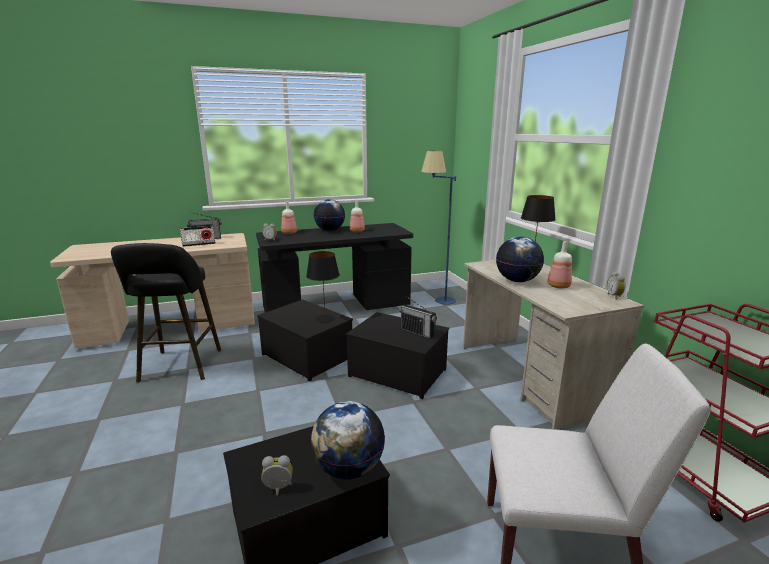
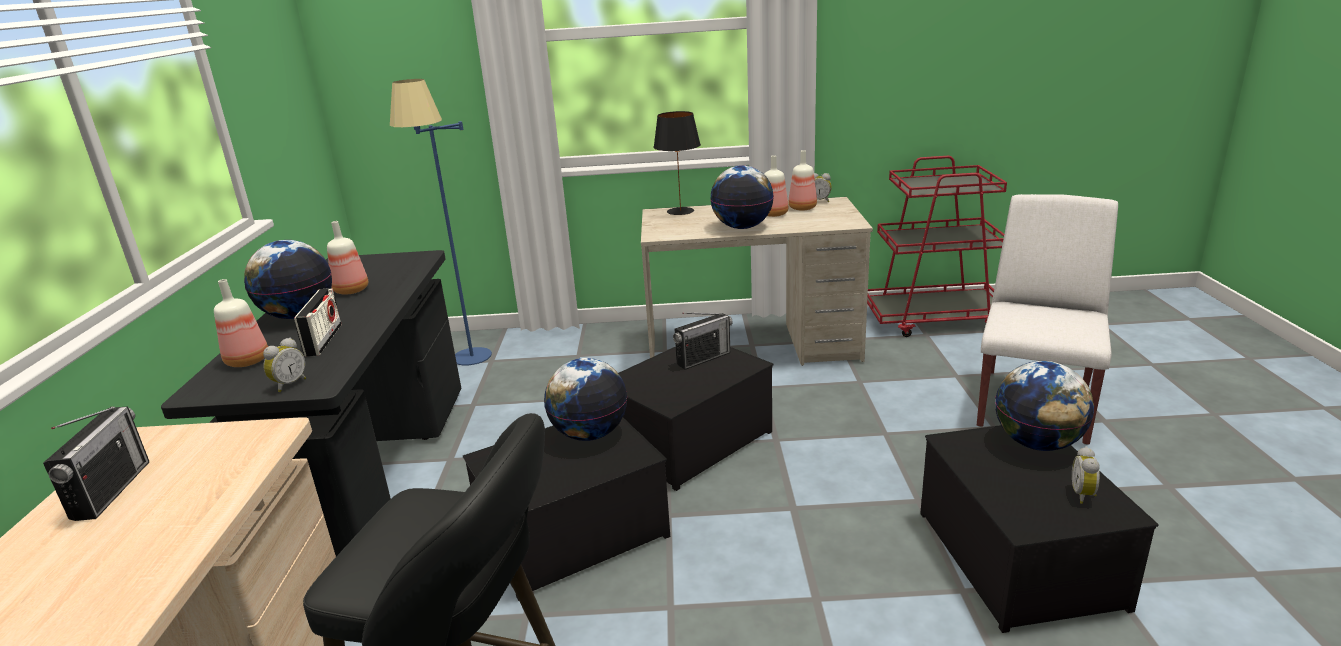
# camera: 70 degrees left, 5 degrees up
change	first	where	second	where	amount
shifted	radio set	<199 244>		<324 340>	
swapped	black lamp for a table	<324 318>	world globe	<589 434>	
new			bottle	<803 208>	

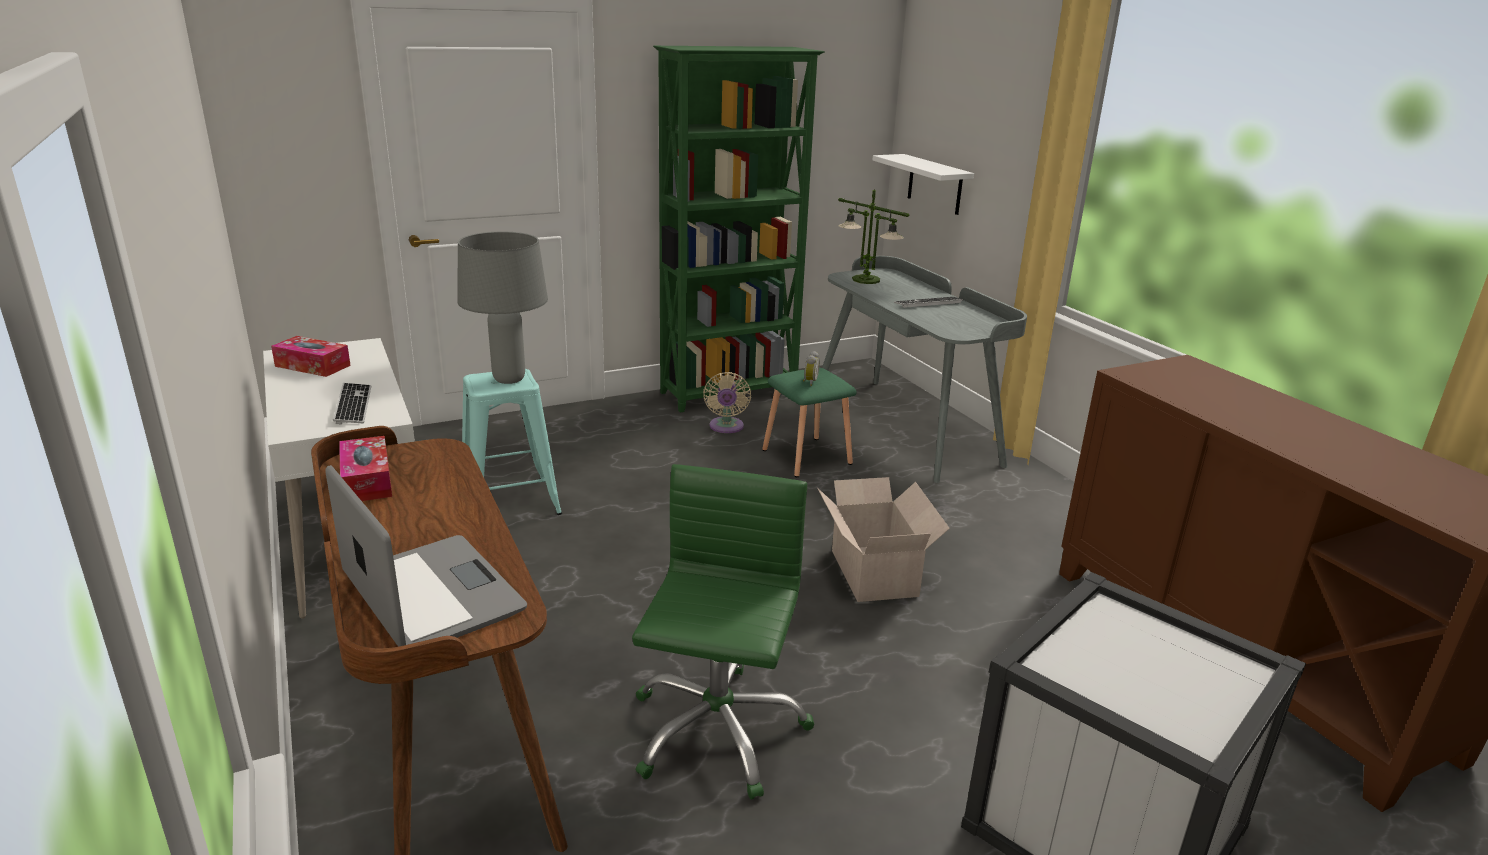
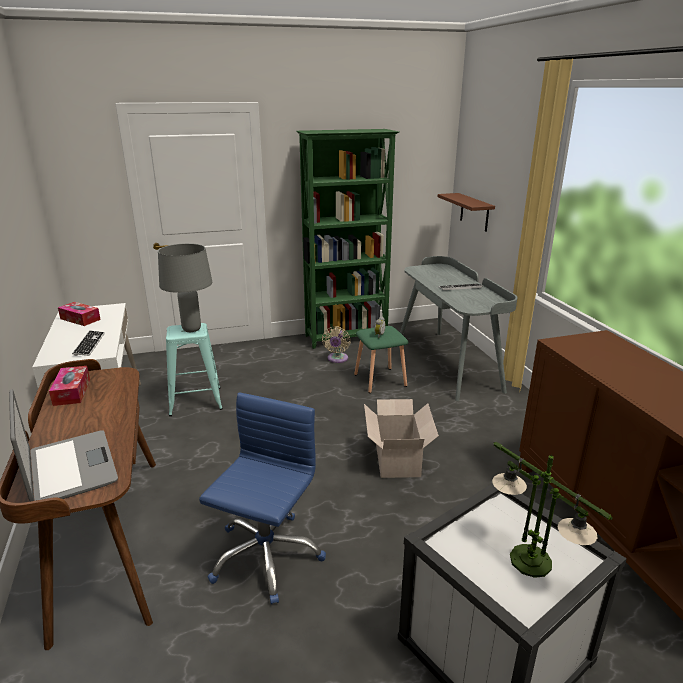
# camera: 10 degrees right, 0 degrees up
change	first	where	second	where	amount
repainted	green desk chair	<716 730>	bluish desk chair	<266 555>	
shifted	lamp for a table	<865 279>		<529 560>	
repainted	white wall shelf	<935 184>	brown-coloured wall shelf	<474 212>	

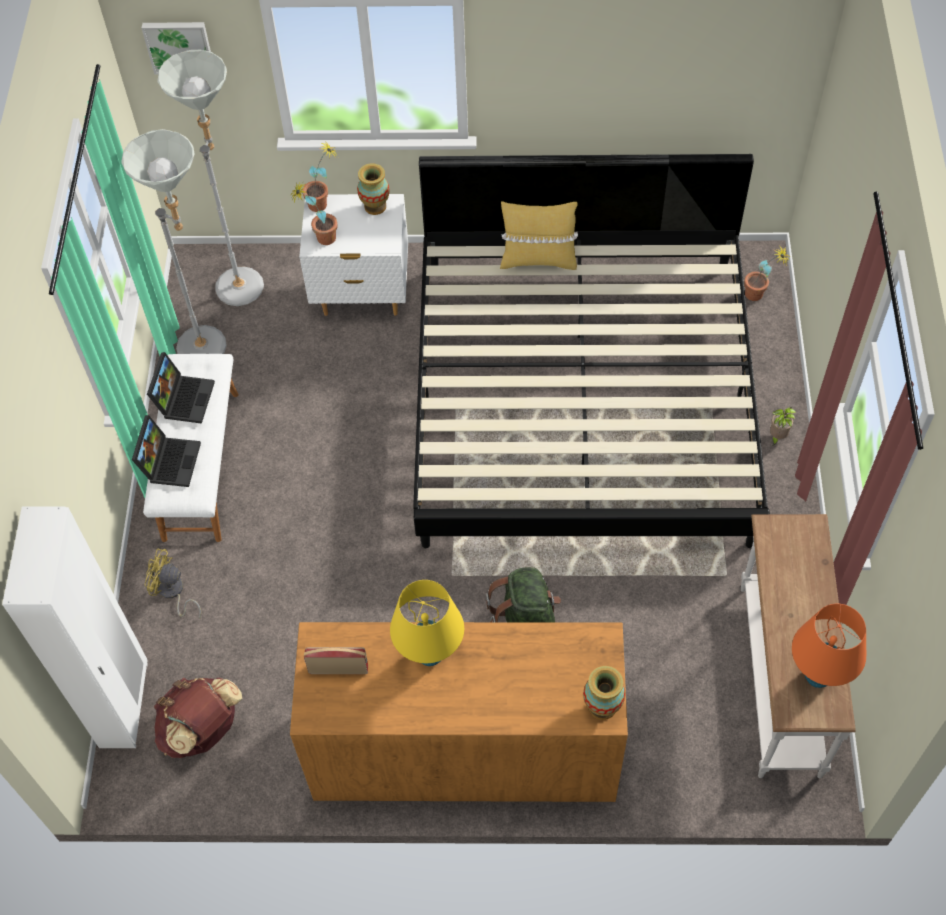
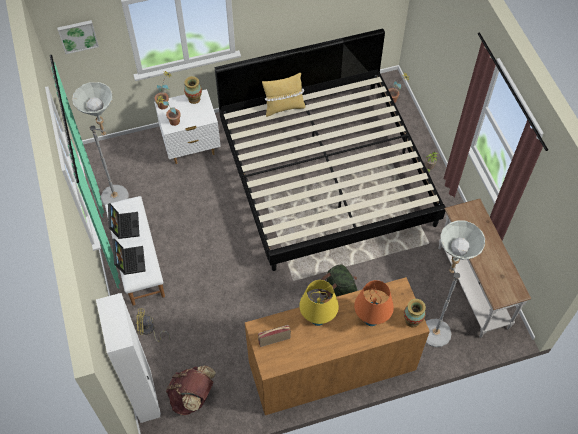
# camera: 20 degrees left, 0 degrees up
change	first	where	second	where	amount
shifted	grey standing lamp	<241 279>		<433 327>	
shifted	orange lamp for a table	<817 676>		<371 320>	

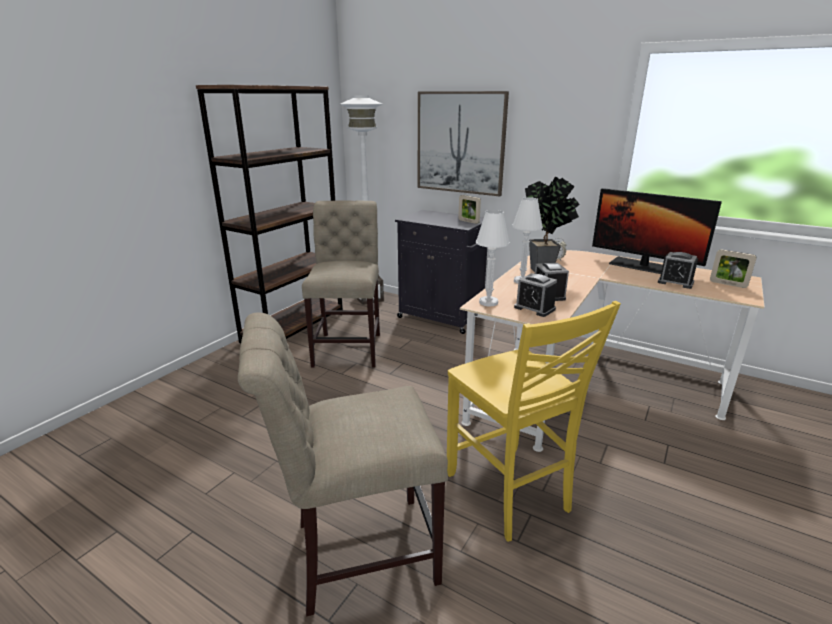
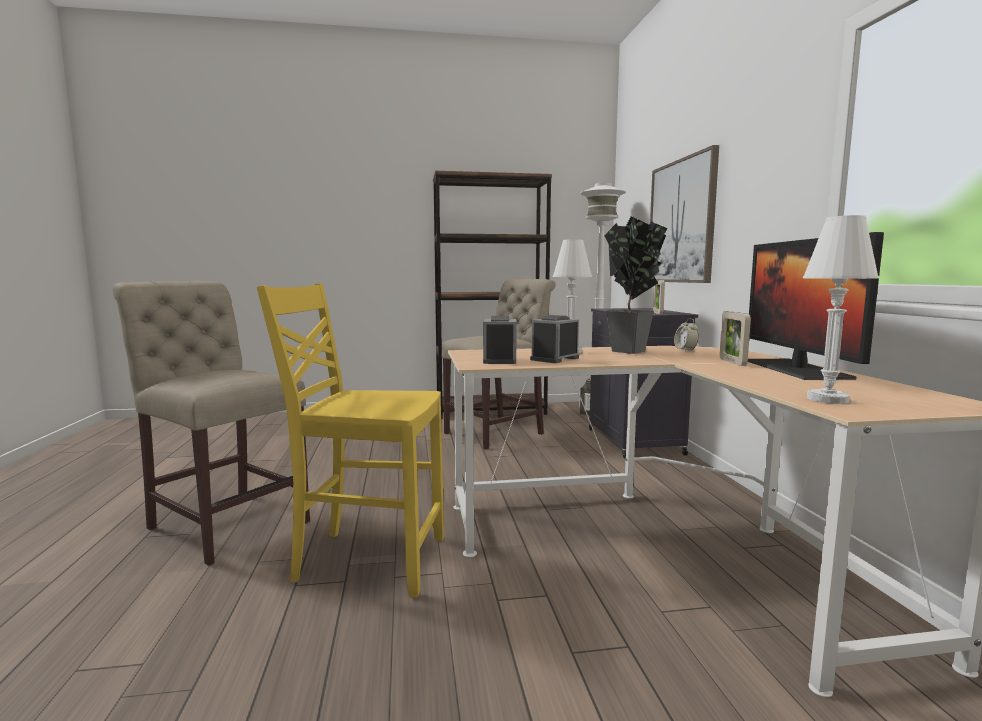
# camera: 50 degrees right, 15 degrees down
change	first	where	second	where	amount
rotated	yellow upright chair	<509 493>		<368 560>	75 degrees clockwise
shifted	white lamp for a table	<488 302>		<827 399>	
gone	table clock	<675 282>			
shifted	picture frame	<728 284>		<732 362>	

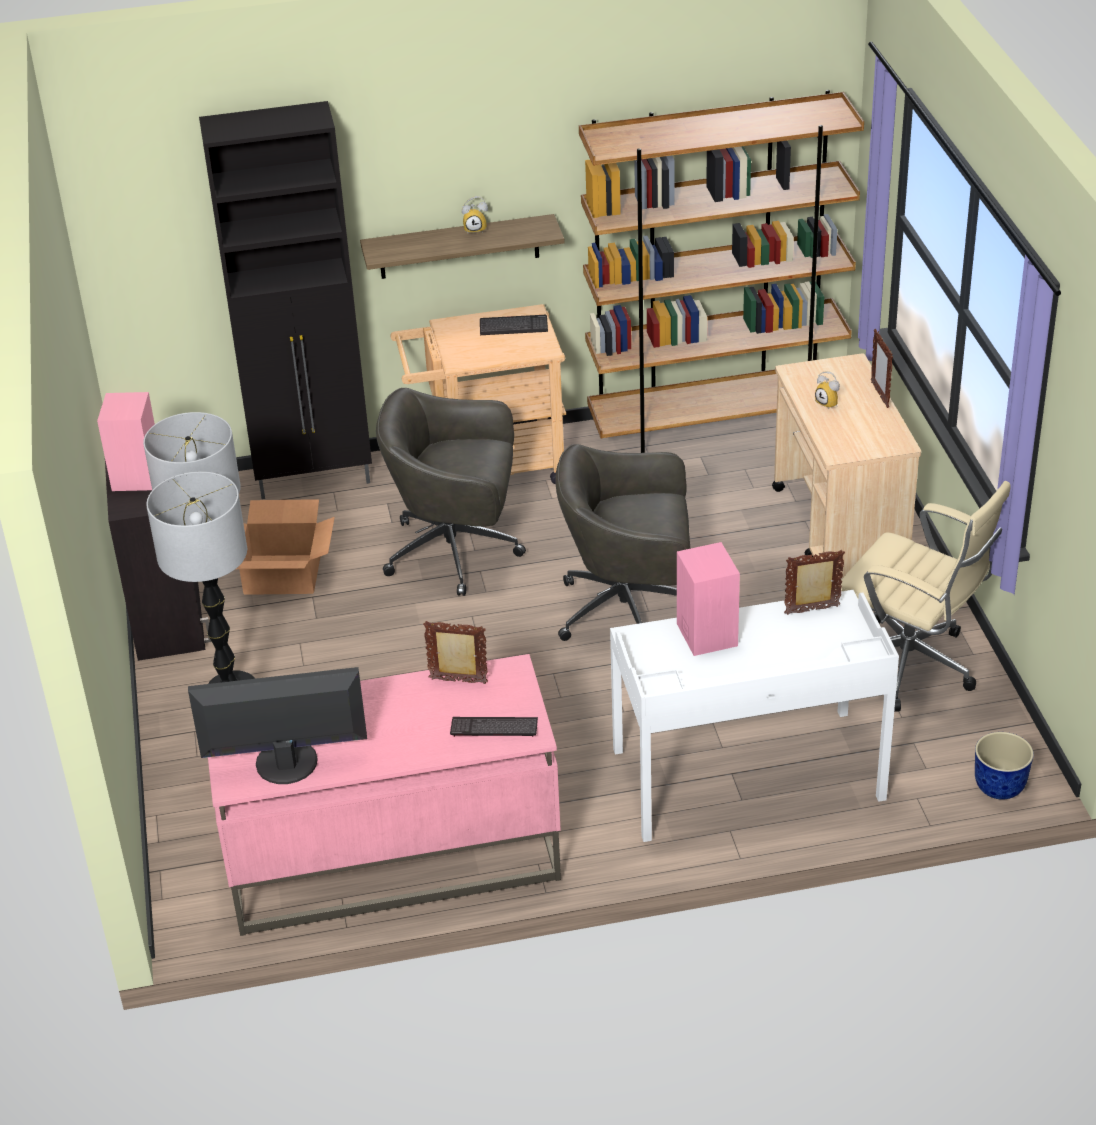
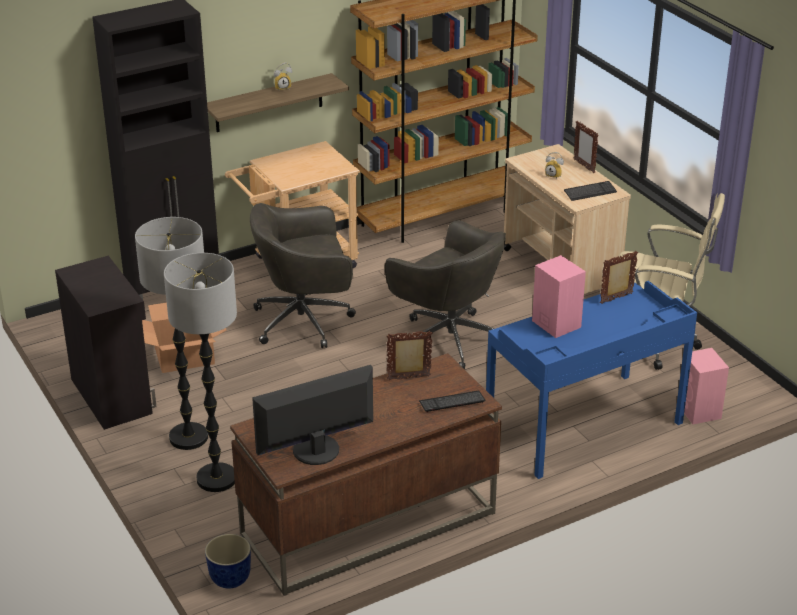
# camera: 20 degrees left, 5 degrees down
change	first	where	second	where	amount
shifted	pink audio speaker	<136 477>		<699 412>	
repainted	pink desk table	<391 860>	brown-coloured desk table	<367 524>	
shifted	PC keyboard	<513 327>		<590 192>	
rotated	grey desk chair	<630 611>		<448 338>	120 degrees counterclockwise
repainted	white desk table	<748 775>	bluish desk table	<584 425>	
shifted	flower pot	<999 788>		<230 579>	

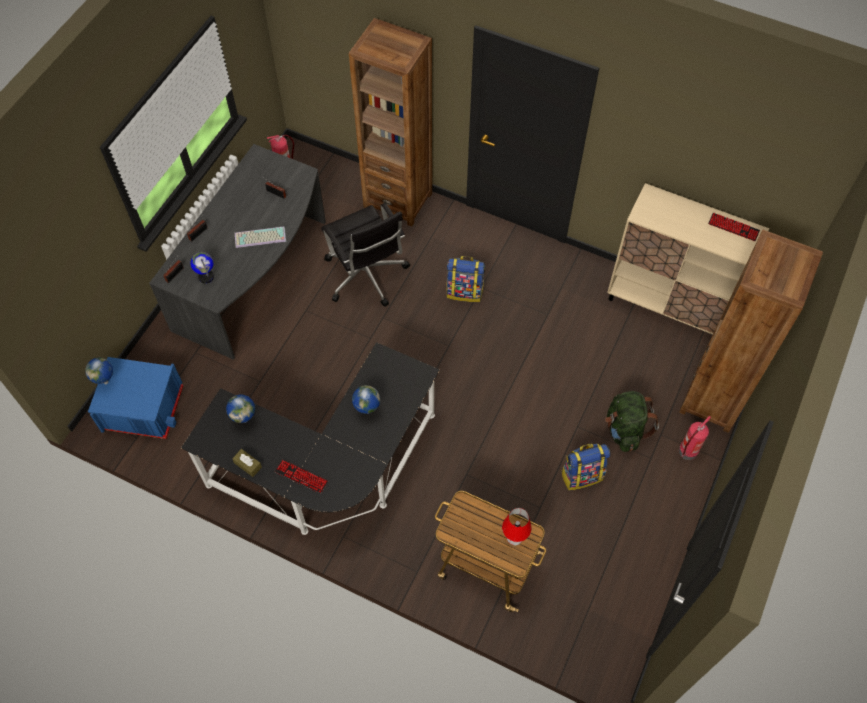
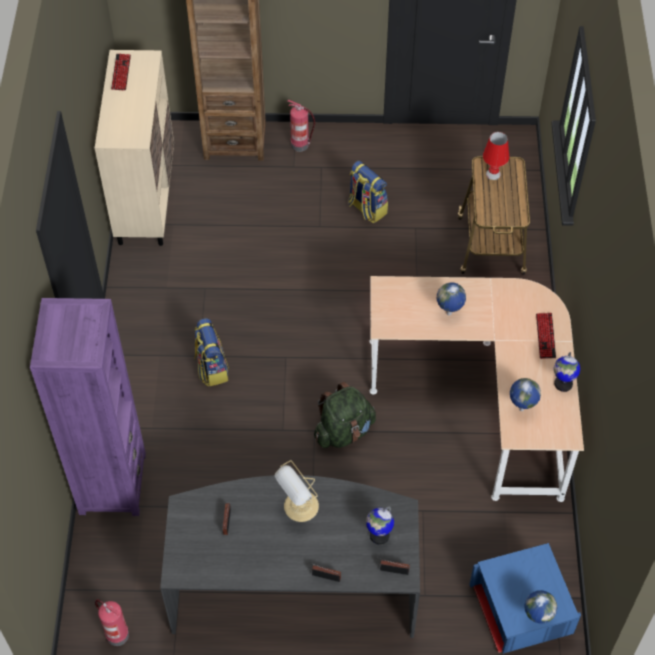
# camera: 115 degrees left, 5 degrees down
change	first	where	second	where	amount
repainted	black desk table	<330 473>	beige desk table	<482 399>	
swapped	brown-coloured box of tissues	<248 465>	world globe	<563 384>	
swapped	PC keyboard	<259 238>	lamp for a table	<299 507>	
gone	black desk chair	<366 276>			
repainted	brown-coloured bookshelf	<398 200>	purple-coloured bookshelf	<112 483>	
shifted	green rucksack	<624 430>		<344 431>	

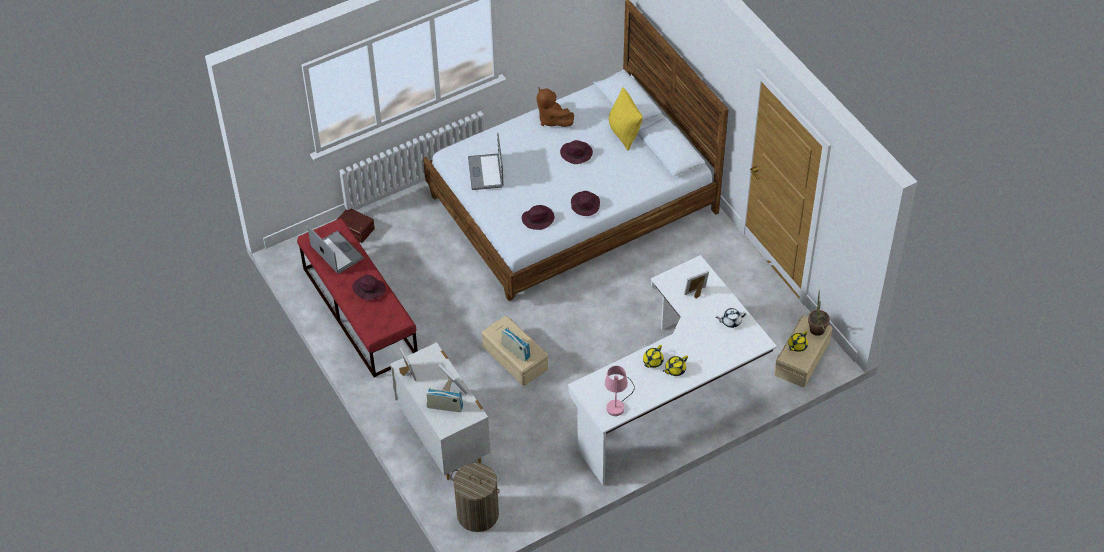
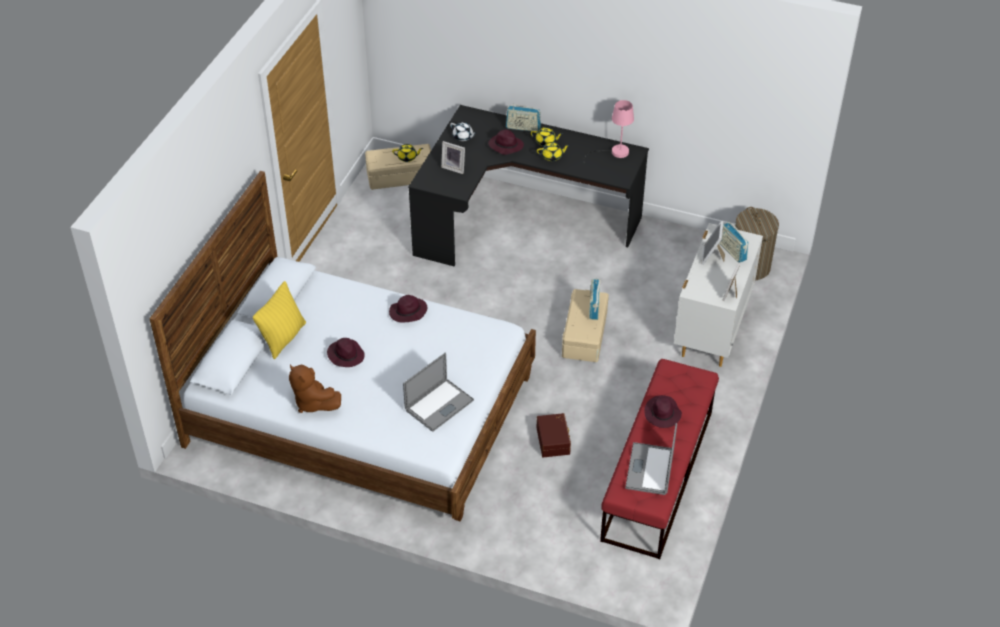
# camera: 130 degrees left, 5 degrees down
change	first	where	second	where	amount
shifted	brown-coloured storage box	<355 230>		<554 440>	
shifted	purple-coloured clothing hat	<538 218>		<505 146>	
rotated	brown-coloured plush toy	<552 119>		<313 402>	120 degrees clockwise
repainted	white desk table	<673 400>	black desk table	<519 221>	
gone	potted plant	<817 332>			
new			radio set	<523 128>	

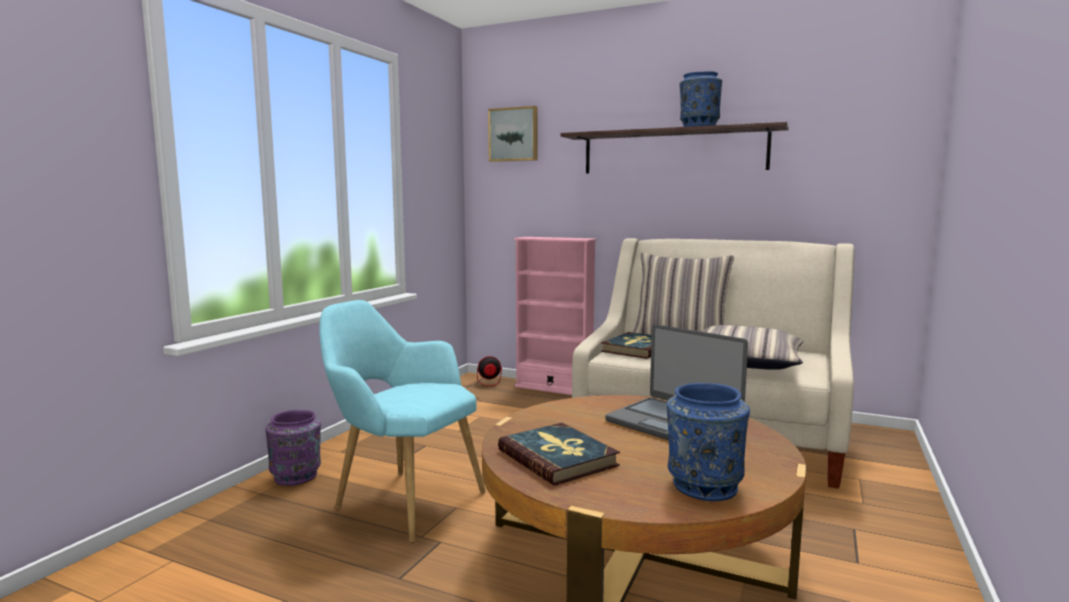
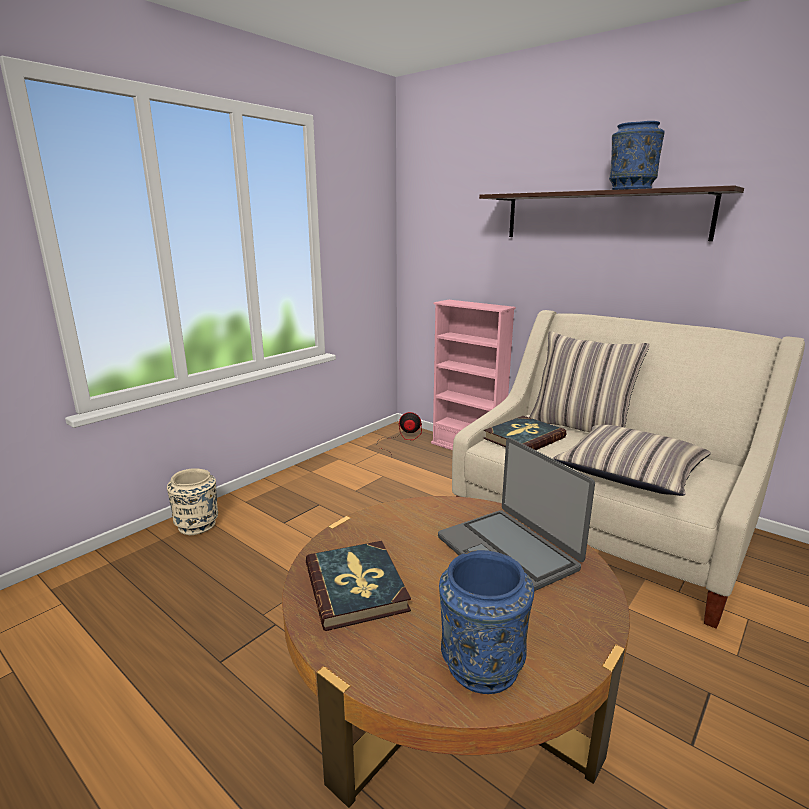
# camera: 15 degrees right, 10 degrees up
change	first	where	second	where	amount
repainted	purple-coloured flower vase	<297 477>	beige flower vase	<197 526>	
gone	turquoise-coloured lounge chair	<402 500>			
gone	wall picture	<514 134>			

